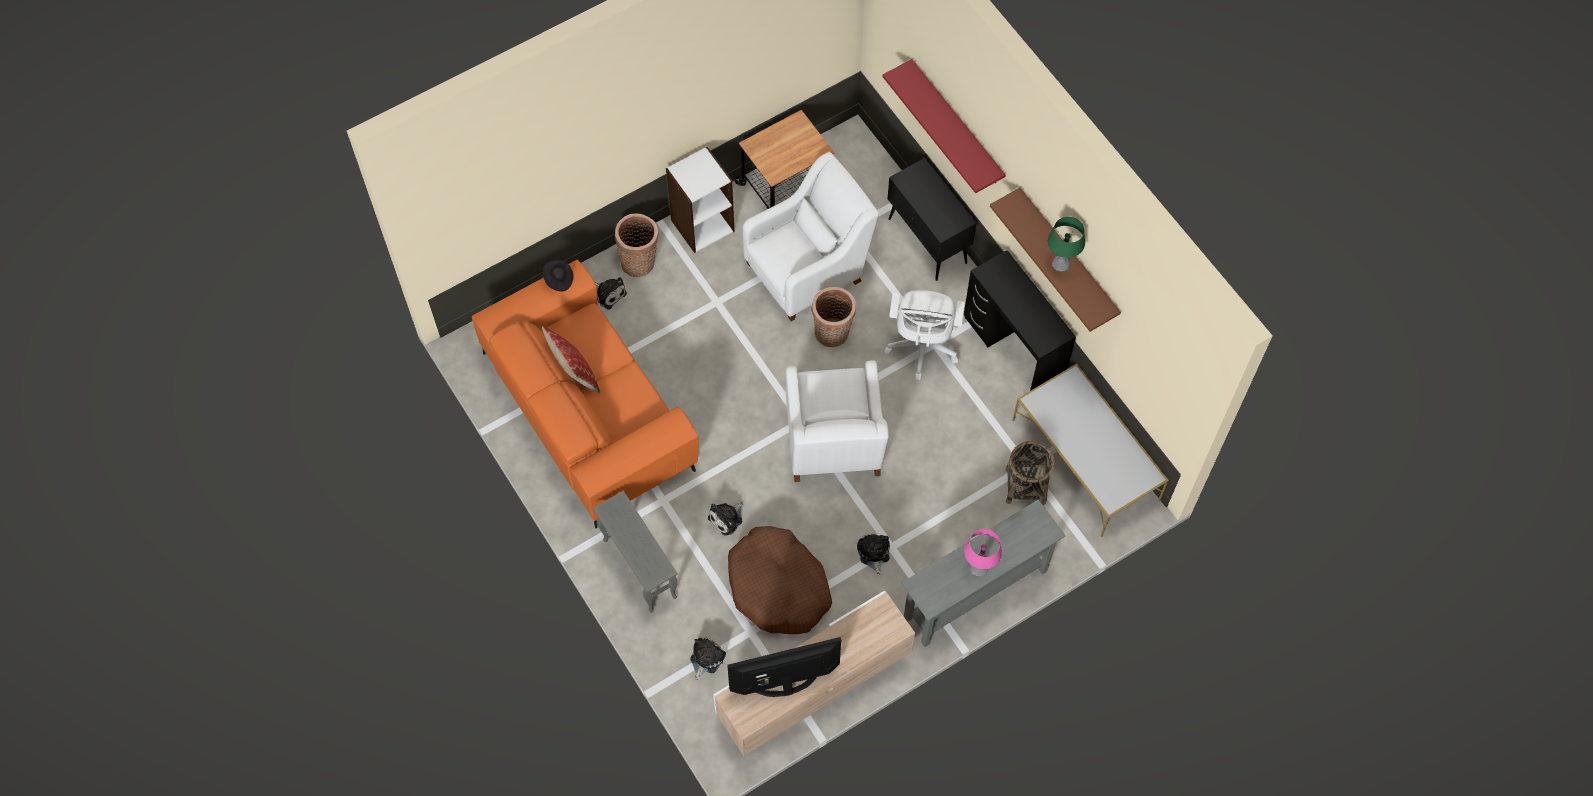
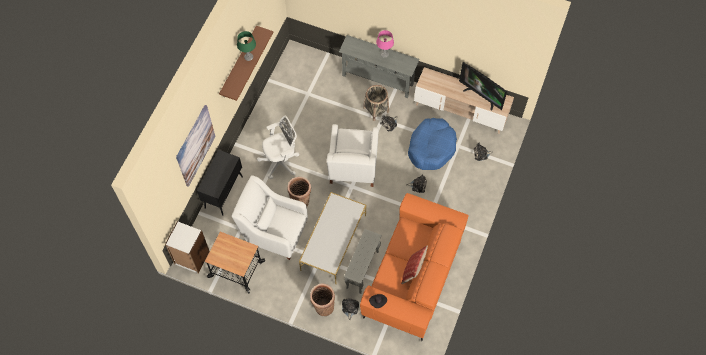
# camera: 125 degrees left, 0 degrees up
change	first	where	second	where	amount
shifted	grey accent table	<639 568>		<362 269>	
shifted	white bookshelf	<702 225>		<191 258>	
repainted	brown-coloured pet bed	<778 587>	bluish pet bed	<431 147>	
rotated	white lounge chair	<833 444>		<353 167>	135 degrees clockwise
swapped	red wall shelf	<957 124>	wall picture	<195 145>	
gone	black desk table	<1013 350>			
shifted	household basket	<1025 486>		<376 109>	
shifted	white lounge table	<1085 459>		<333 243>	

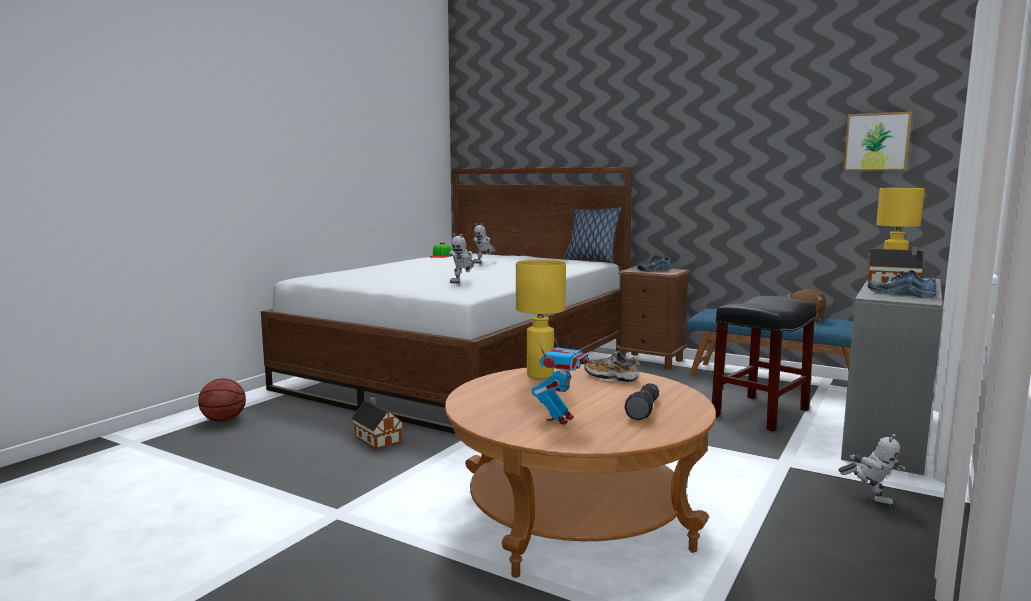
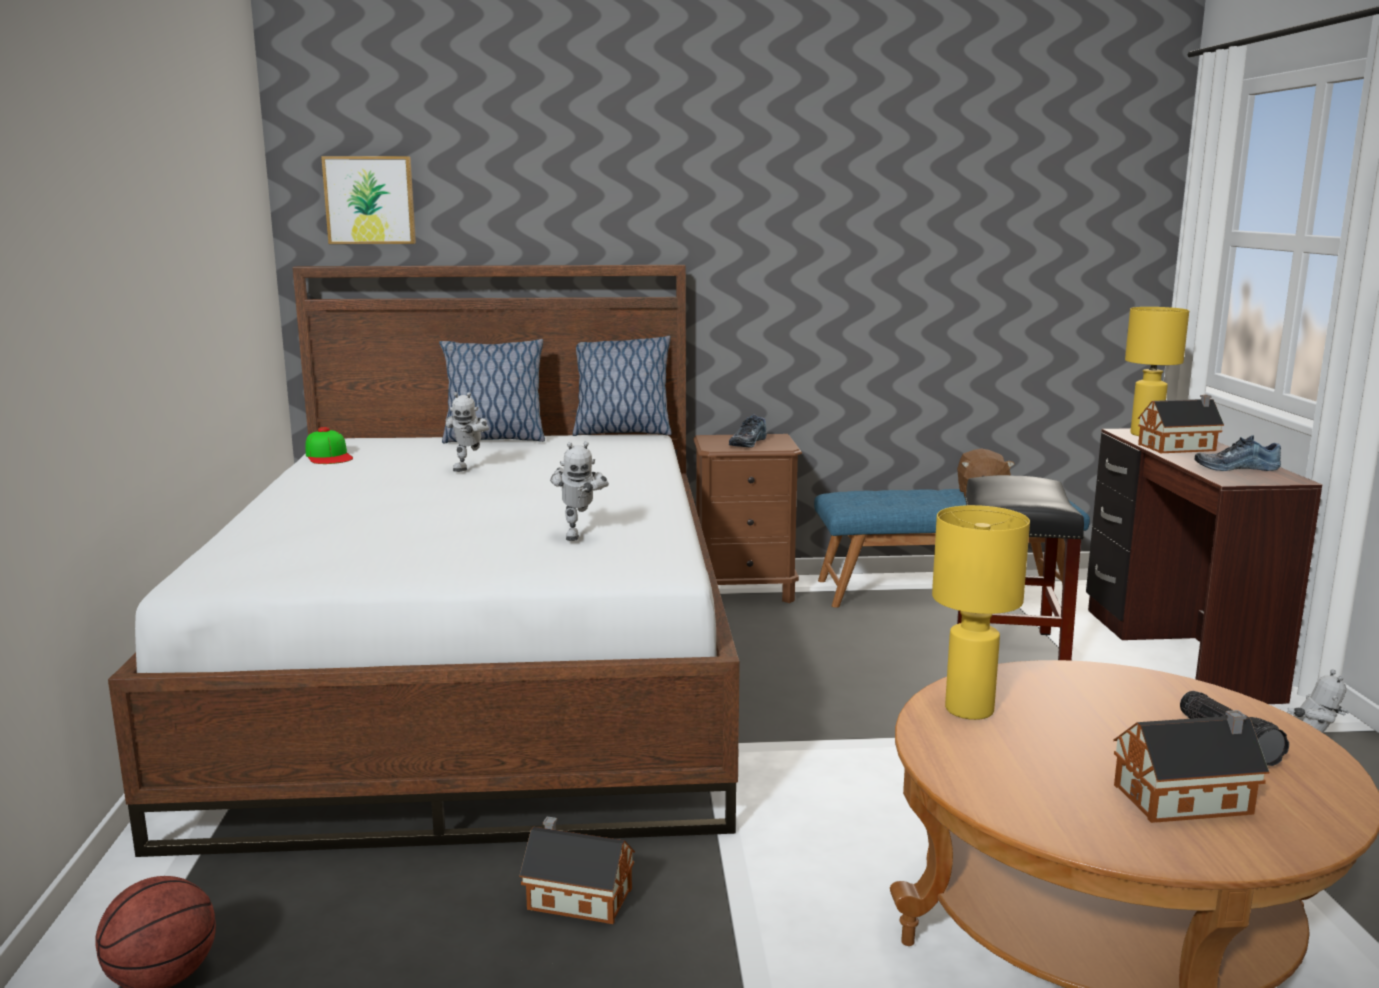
# camera: 35 degrees left, 5 degrees up
change	first	where	second	where	amount
swapped	toy robot	<560 419>	toy house	<1188 799>	
gone	item of footwear	<611 378>			
repainted	grey desk table	<884 436>	brown-coloured desk table	<1174 653>	
shifted	wall picture	<877 142>		<370 200>	
new			throw pillow	<494 439>	

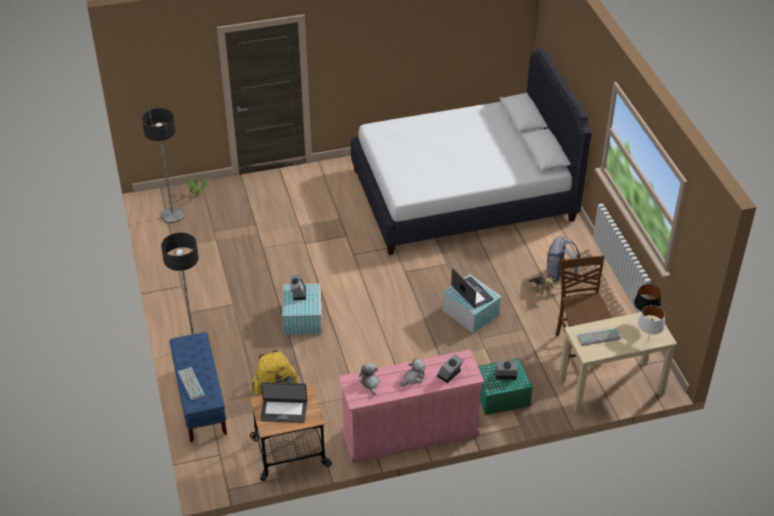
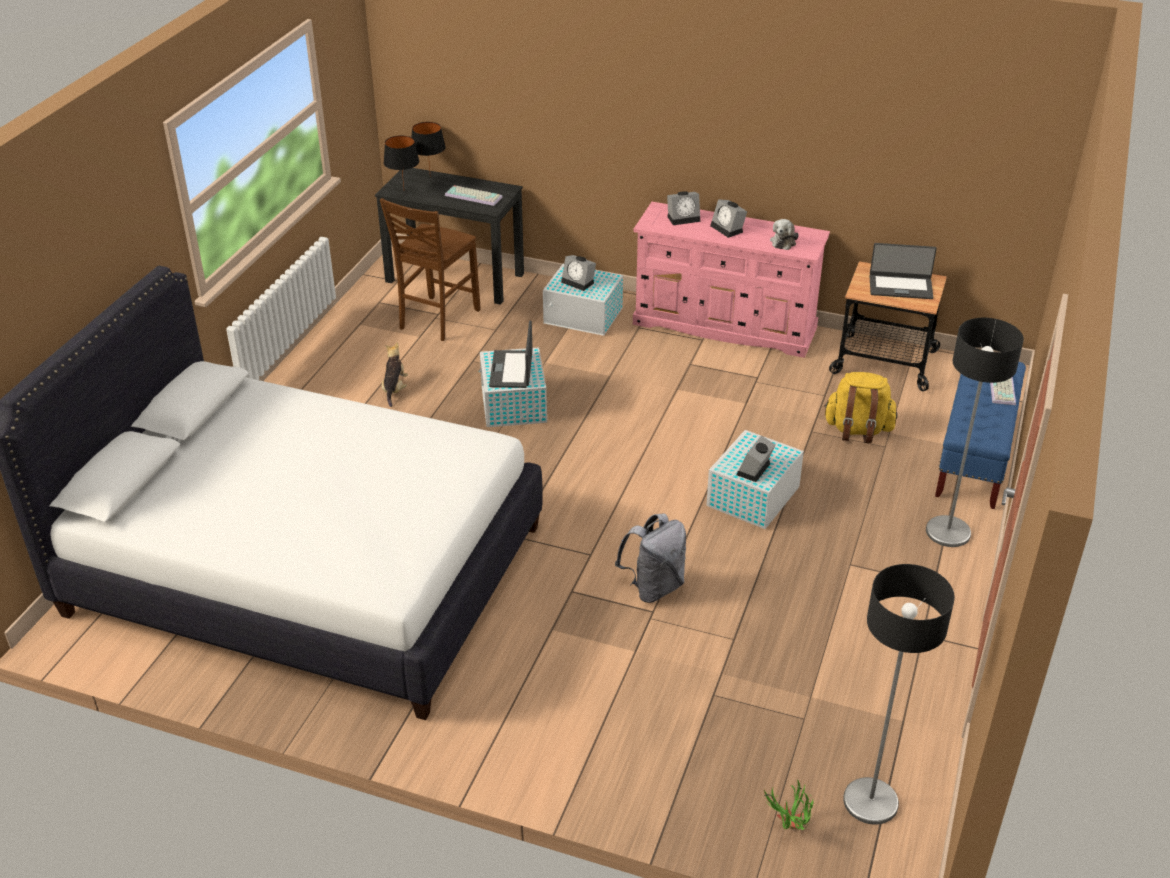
# camera: 145 degrees left, 5 degrees down
change	first	where	second	where	amount
rotated	portable computer	<283 411>		<900 287>	150 degrees clockwise
swapped	plush toy	<413 378>	table clock	<728 229>	
repainted	green storage box	<500 395>	white storage box	<584 316>	
shifted	grey rucksack	<559 275>		<654 587>	
repainted	beige desk table	<610 386>	black desk table	<455 278>	
repainted	white lamp for a table	<647 341>	black lamp for a table	<429 176>	

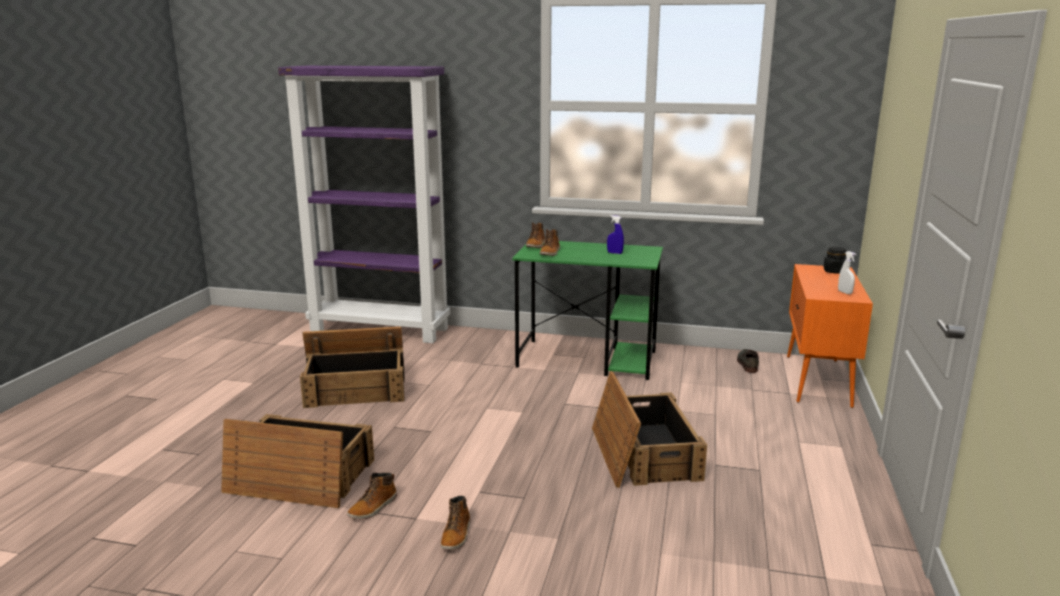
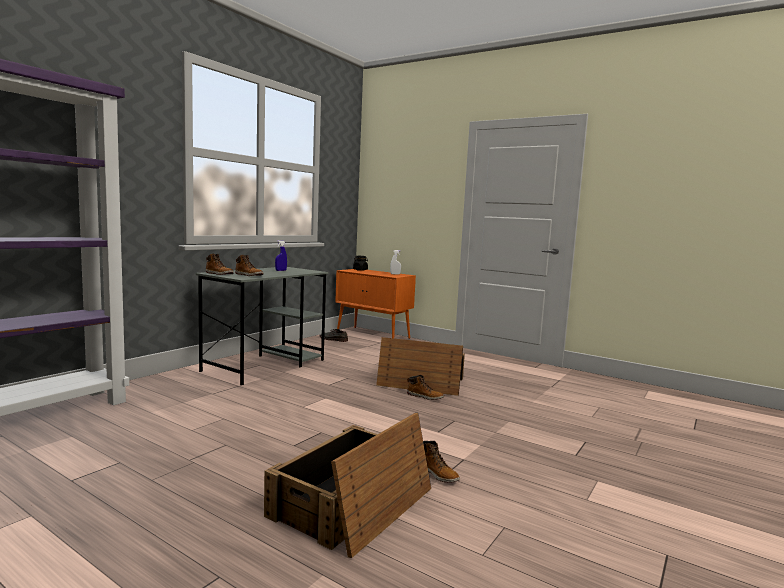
# camera: 70 degrees left, 10 degrees down
change	first	where	second	where	amount
gone	crate	<356 388>			
shifted	boot	<456 535>		<425 396>	
repainted	green desk table	<588 359>	grey desk table	<265 365>	

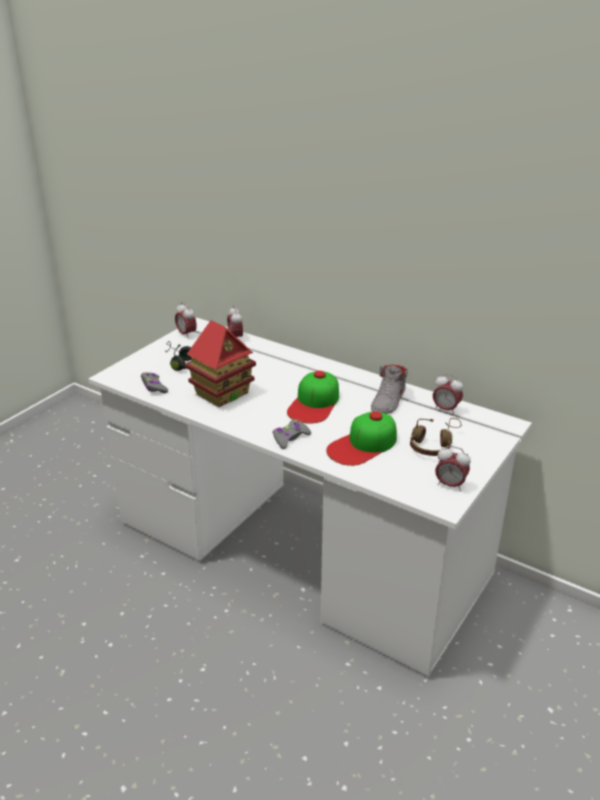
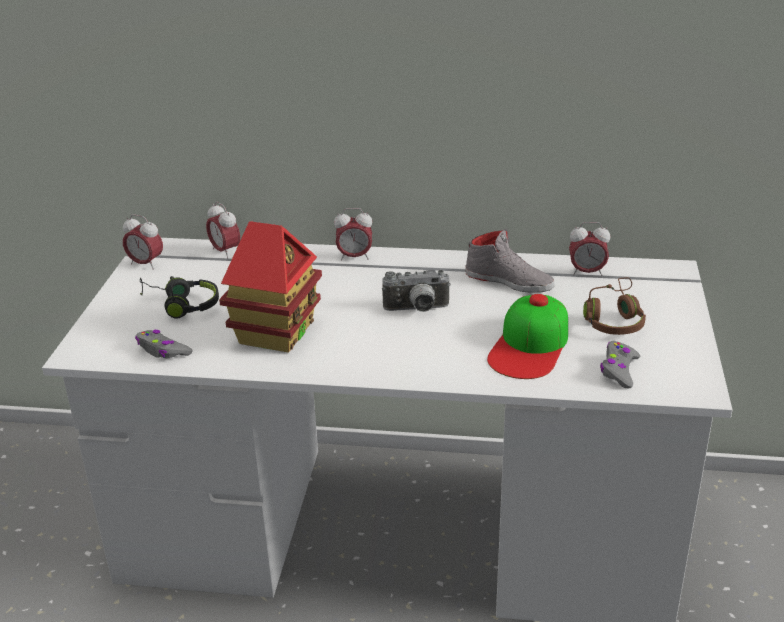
# camera: 25 degrees left, 0 degrees up
change	first	where	second	where	amount
shifted	grey gamepad	<290 438>		<619 370>	
swapped	baseball cap	<314 403>	photo camera	<417 310>	
rotated	grey item of footwear	<389 401>		<509 280>	60 degrees counterclockwise
shifted	table clock	<450 485>		<354 257>	

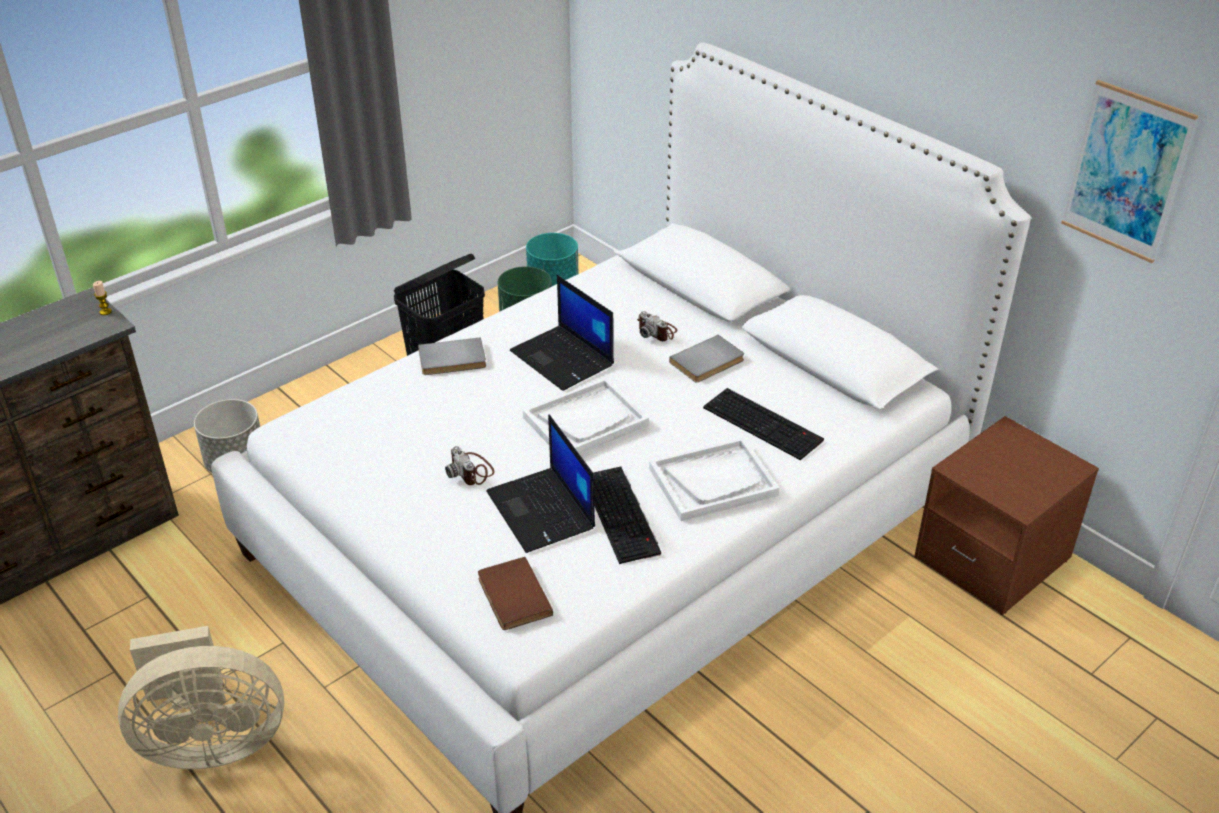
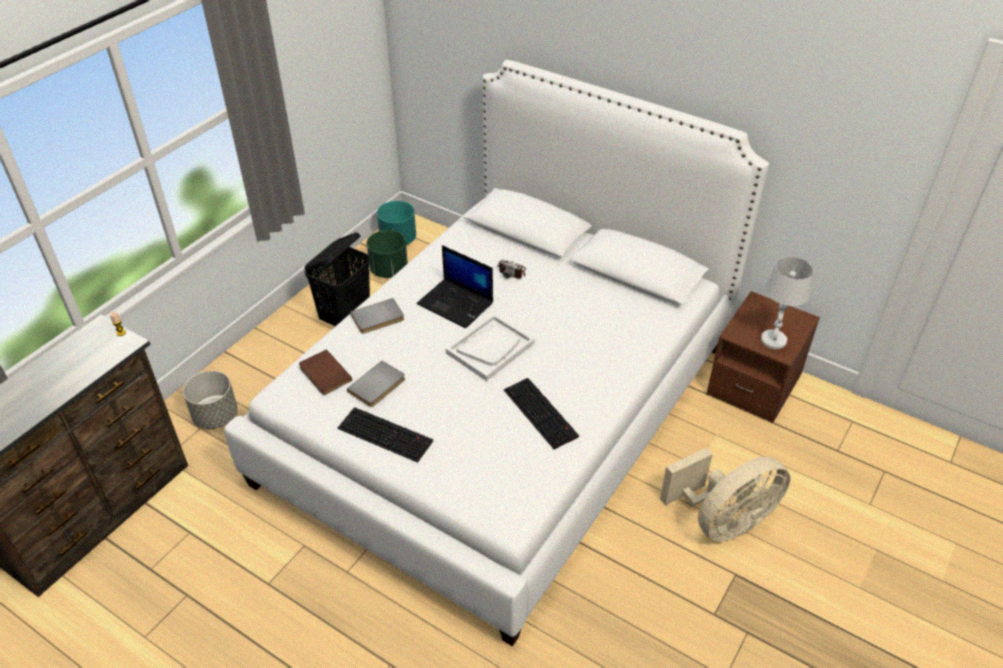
# camera: 15 degrees left, 5 degrees up
change	first	where	second	where	amount
shifted	beige cooling fan	<211 742>		<723 521>	
gone	photo camera	<471 471>			
shifted	brown-coloured bound book	<511 597>		<323 374>	
gone	portable computer	<542 511>			
gone	white tray	<713 481>			
shifted	grey bound book	<708 362>		<378 386>	
shifted	PC keyboard	<764 424>		<387 434>	
gone	wall picture	<1126 172>			
new			white lamp for a table	<773 340>	

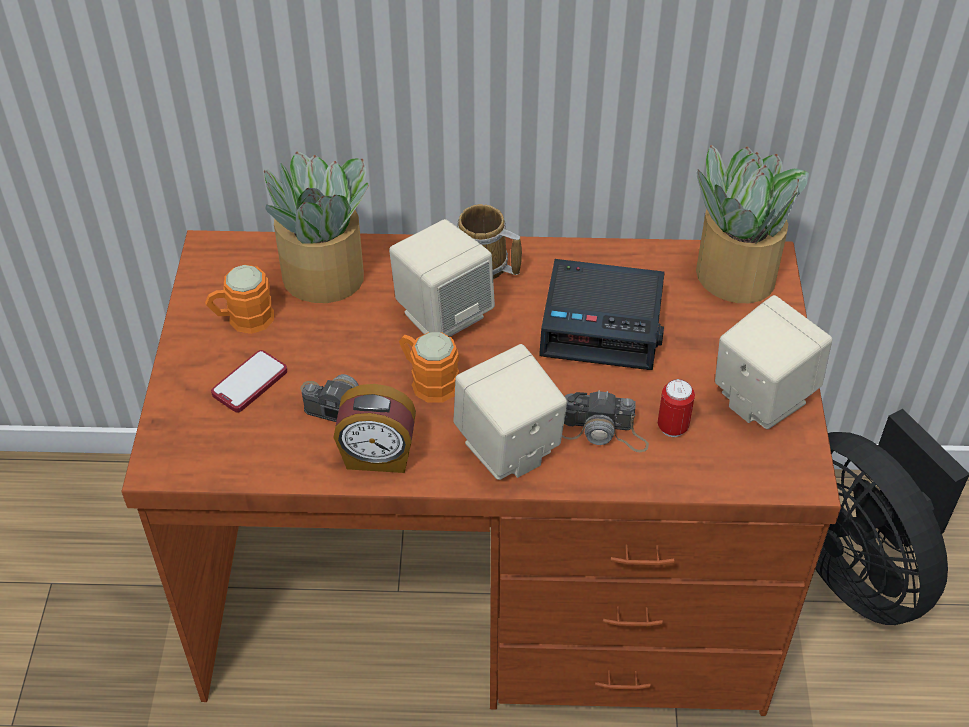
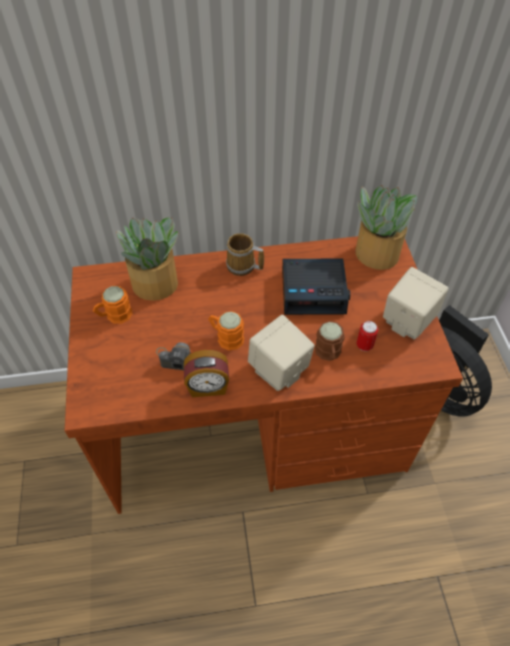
# camera: 10 degrees left, 5 degrees up
change	first	where	second	where	amount
gone	phone	<250 383>			
gone	beige audio speaker	<443 315>			
swapped	photo camera	<604 432>	brown-coloured coffee mug	<328 353>	

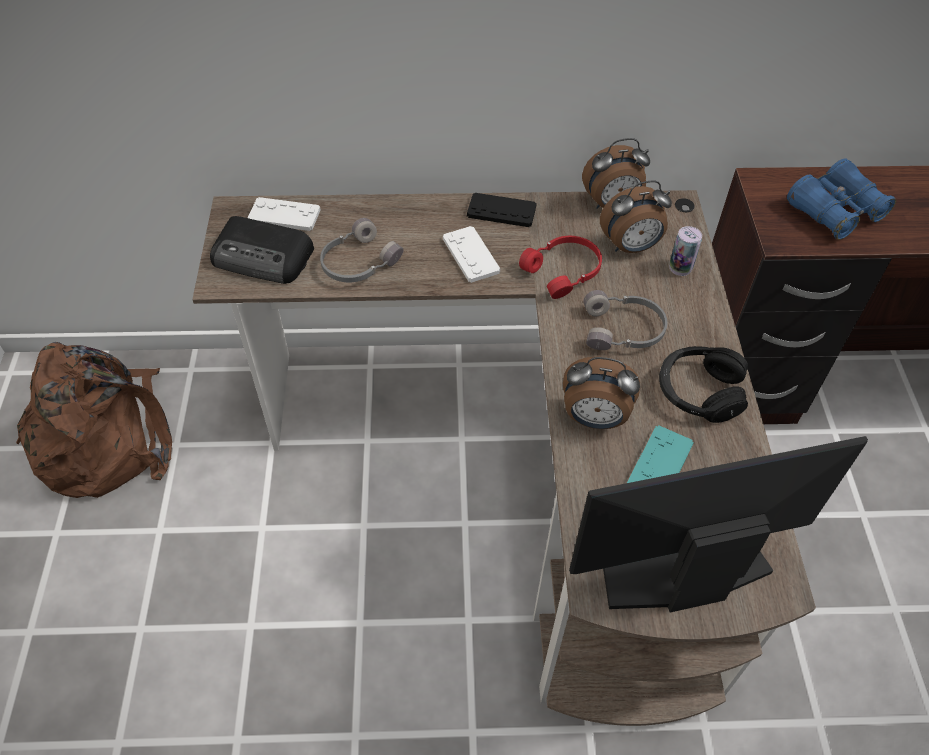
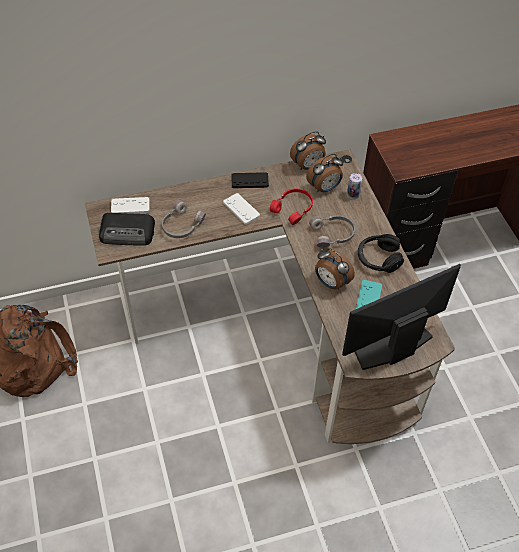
# camera: 15 degrees left, 0 degrees up
change	first	where	second	where	amount
rotated	table clock	<594 419>		<331 283>	45 degrees clockwise
gone	bluish binoculars	<835 211>			

